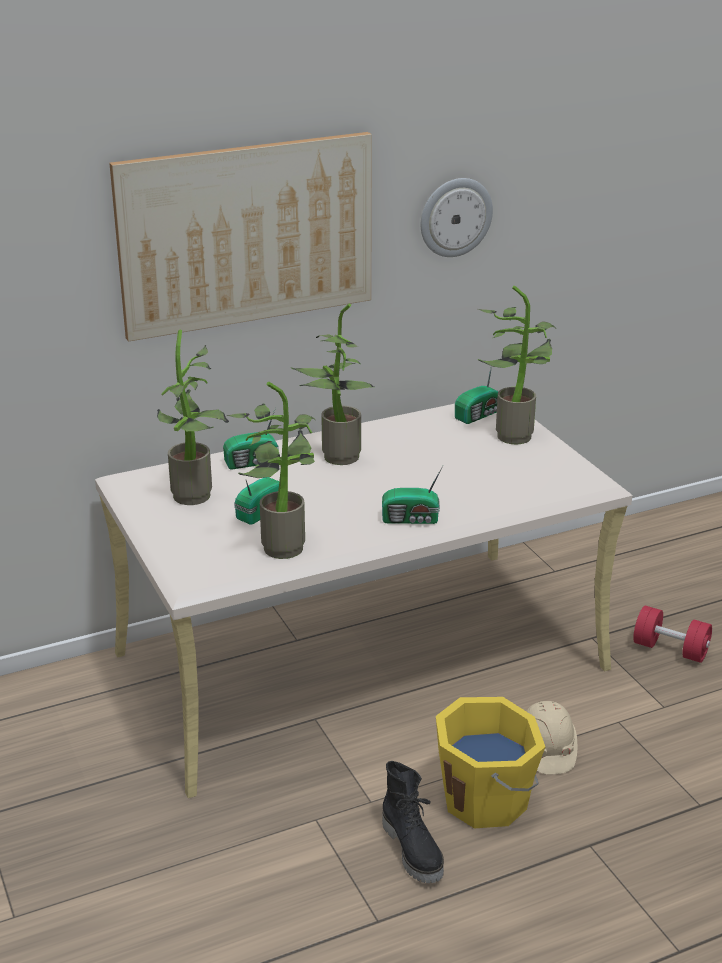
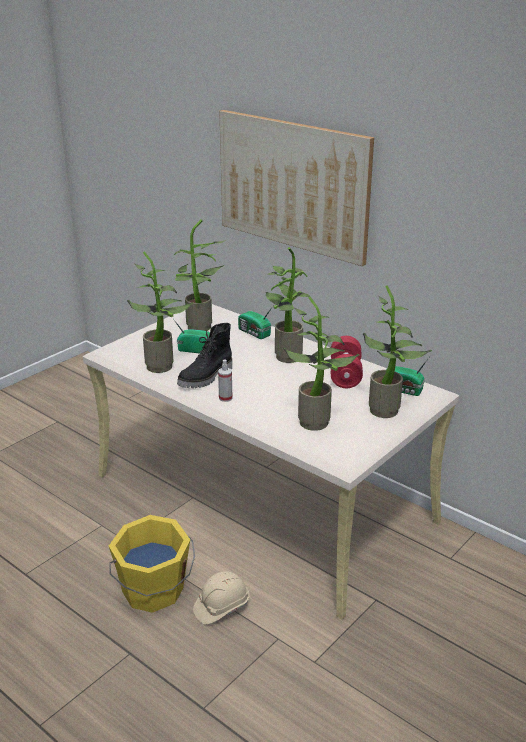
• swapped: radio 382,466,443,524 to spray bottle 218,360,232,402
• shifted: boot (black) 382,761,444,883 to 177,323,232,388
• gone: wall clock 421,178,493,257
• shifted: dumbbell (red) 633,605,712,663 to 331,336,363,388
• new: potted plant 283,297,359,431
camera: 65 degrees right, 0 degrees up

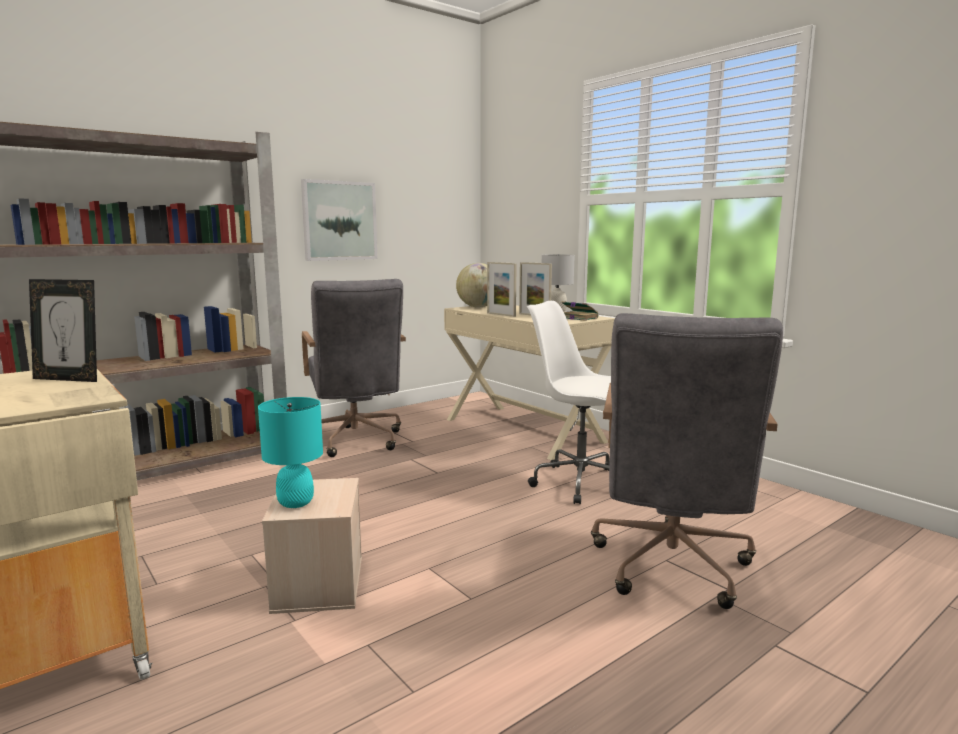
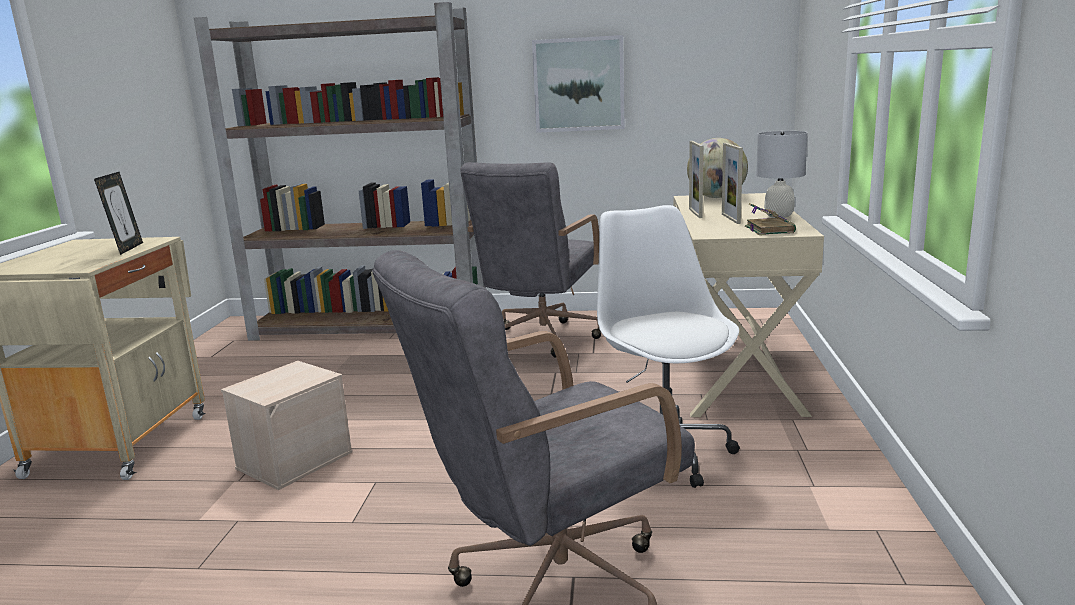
• rotated: picture frame 29,279,97,382 = 94,172,143,255 150 degrees counterclockwise
• gone: table lamp (turquoise) 258,397,323,508
camera: 45 degrees right, 5 degrees up

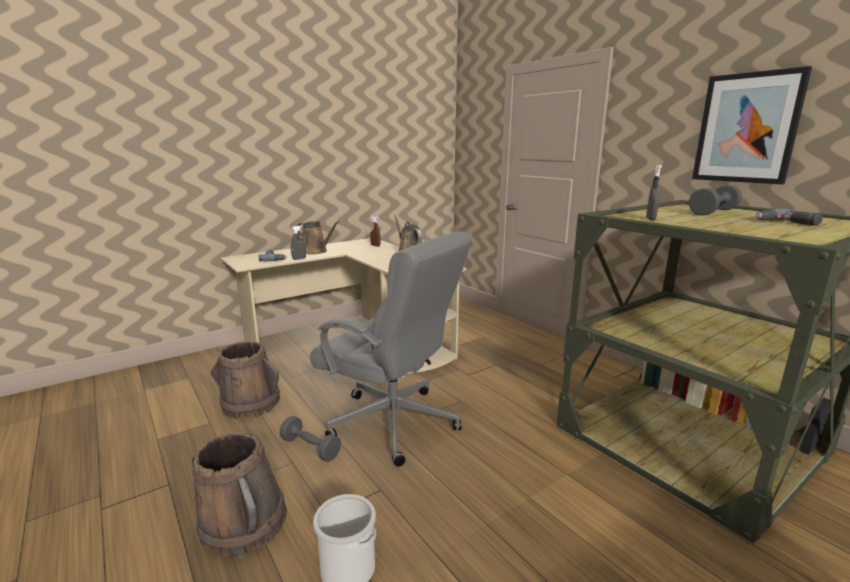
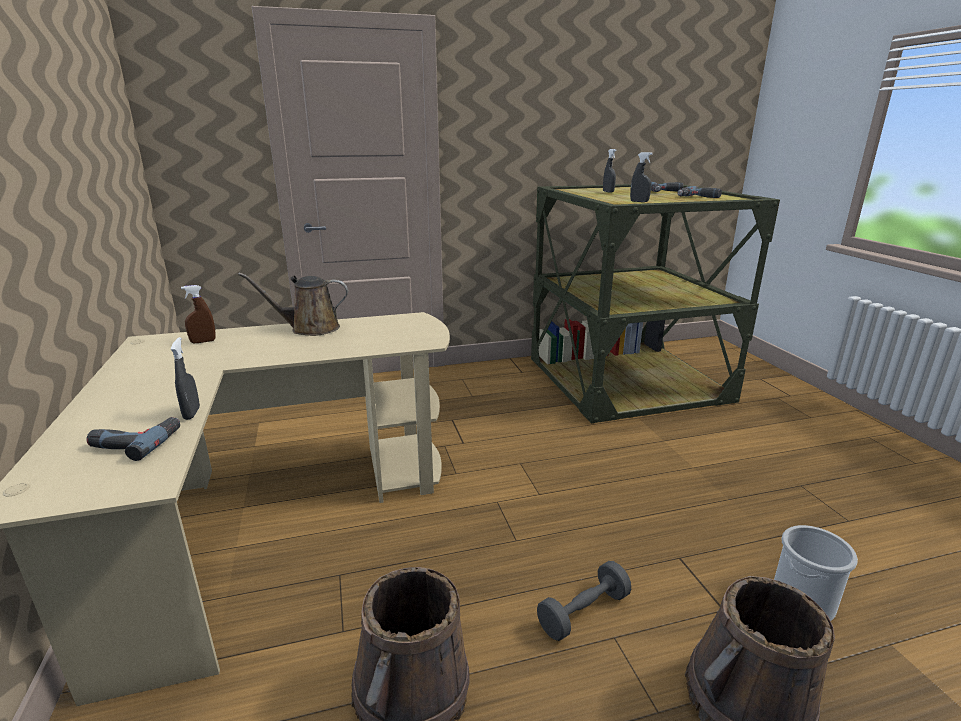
• gone: watering can (brown) 297,221,339,254
• gone: office chair (grey) 310,231,471,466
• swapped: dumbbell (grey) 689,185,742,215 to spray bottle (grey) 603,149,616,193
• gone: picture 692,66,812,184
• new: power drill 677,186,722,198
camera: 70 degrees left, 5 degrees up

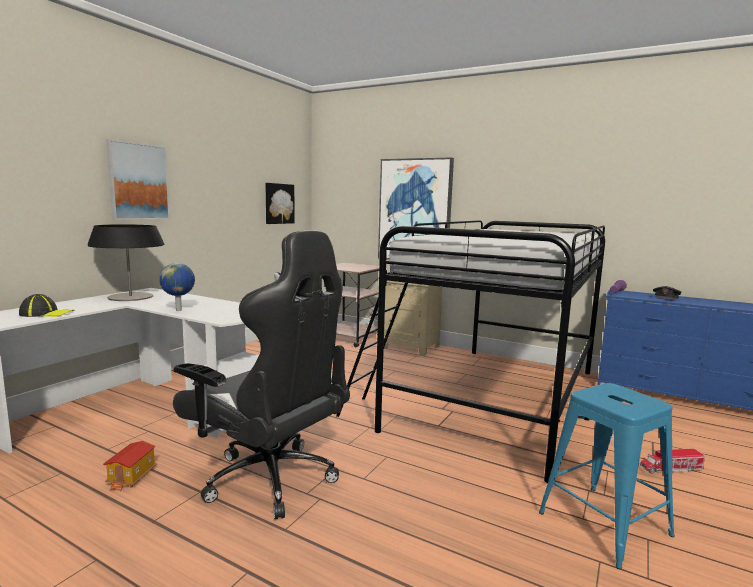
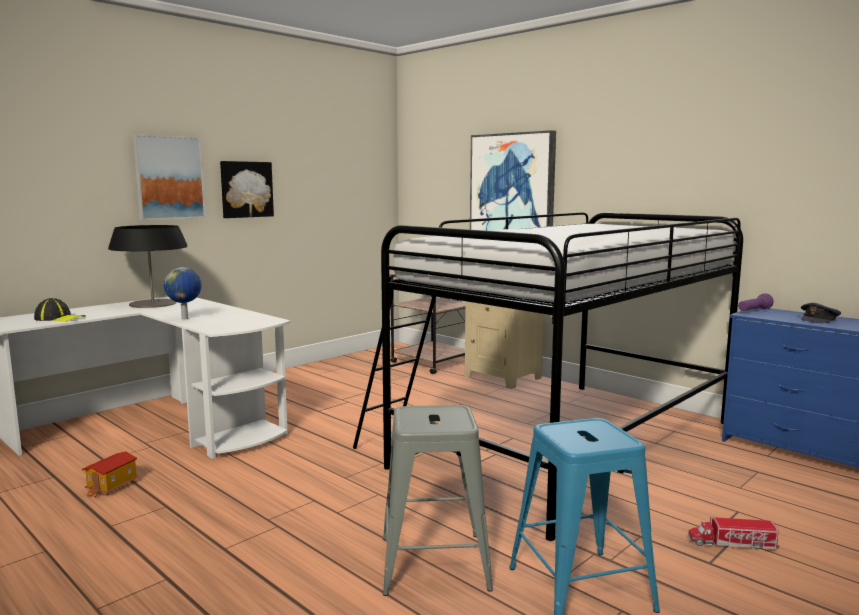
• gone: office chair (black) 173,230,350,520
• shifted: picture 266,183,294,224 to 220,161,274,218
• new: stool (grey) 383,405,493,596
camera: 15 degrees right, 0 degrees up

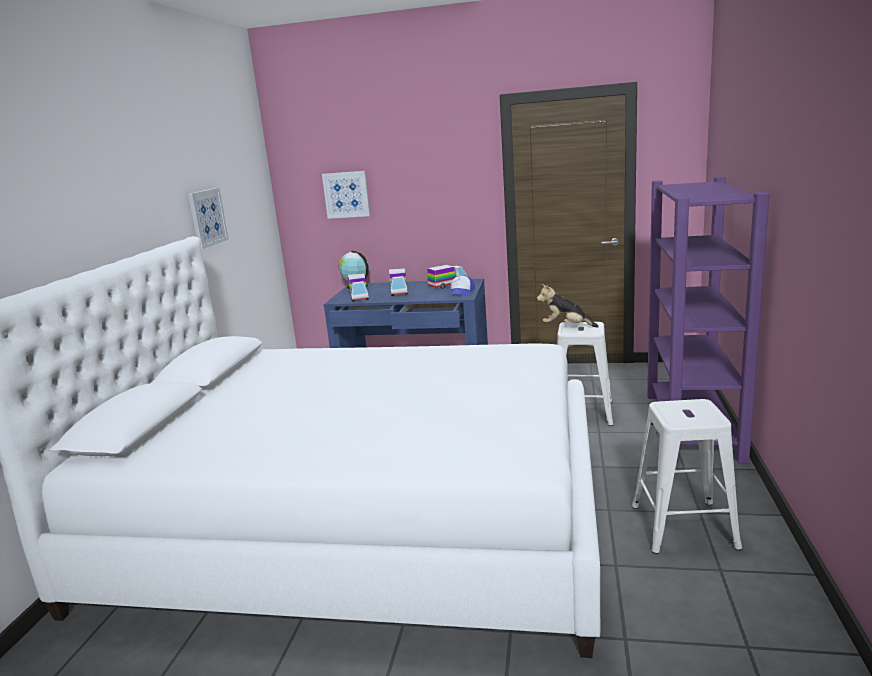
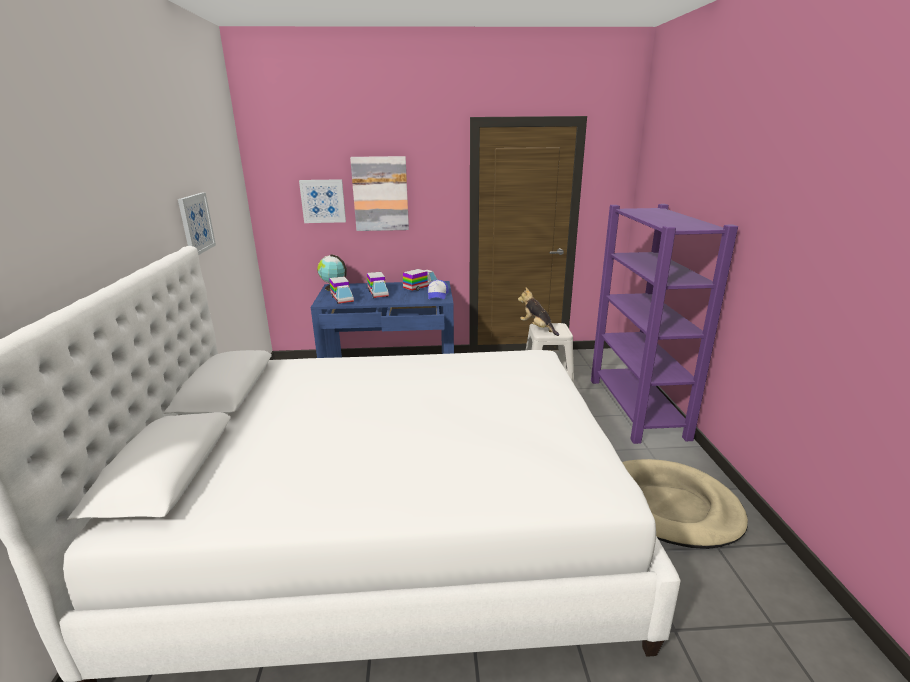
• rotated: plush toy 537,284,599,328 = 518,288,559,336 45 degrees clockwise
• swapped: stool (white) 632,399,742,554 to dog bed (beige) 622,459,748,549
• new: picture 350,156,409,231
camera: 15 degrees left, 5 degrees up

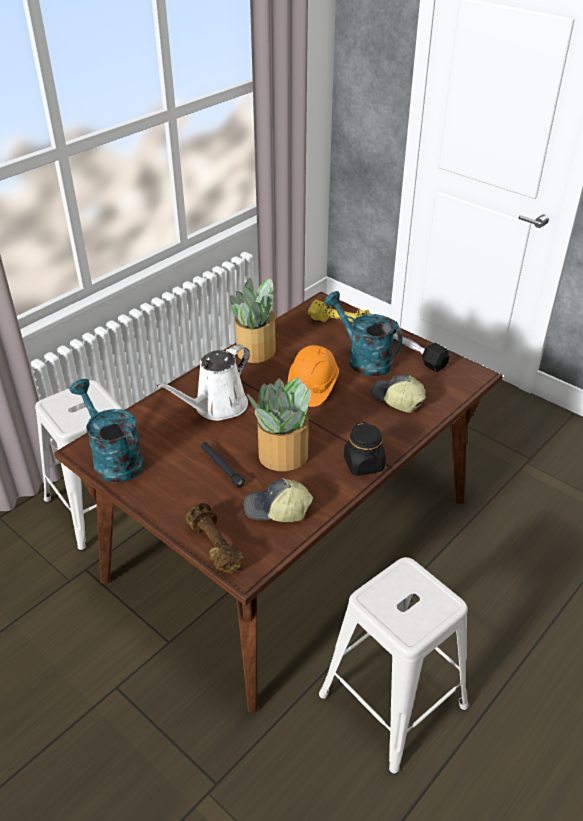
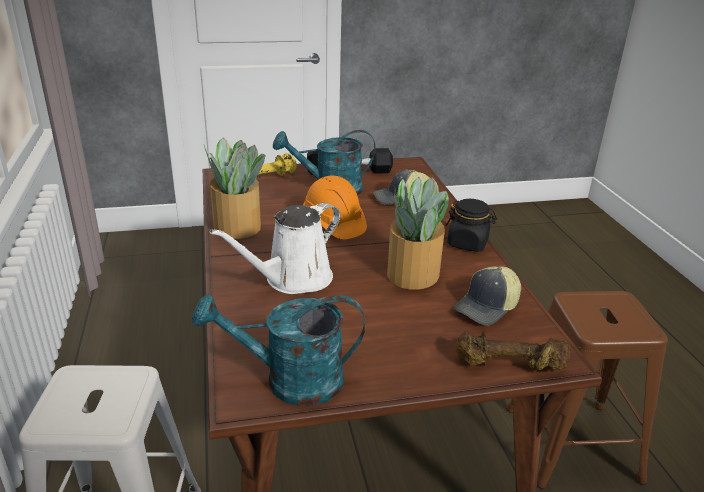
• rotated: watering can (white) 156,345,250,421 = 210,203,341,294 60 degrees clockwise
• gone: flashlight (black) 201,442,245,488
• repainted: stool (white) 318,557,469,774 to stool (brown) 506,291,668,489
camera: 55 degrees left, 10 degrees down

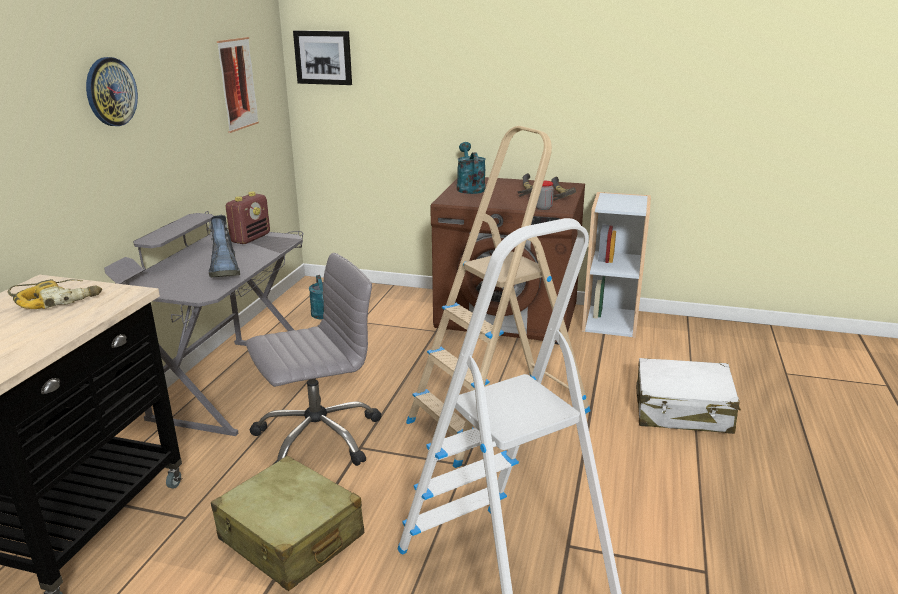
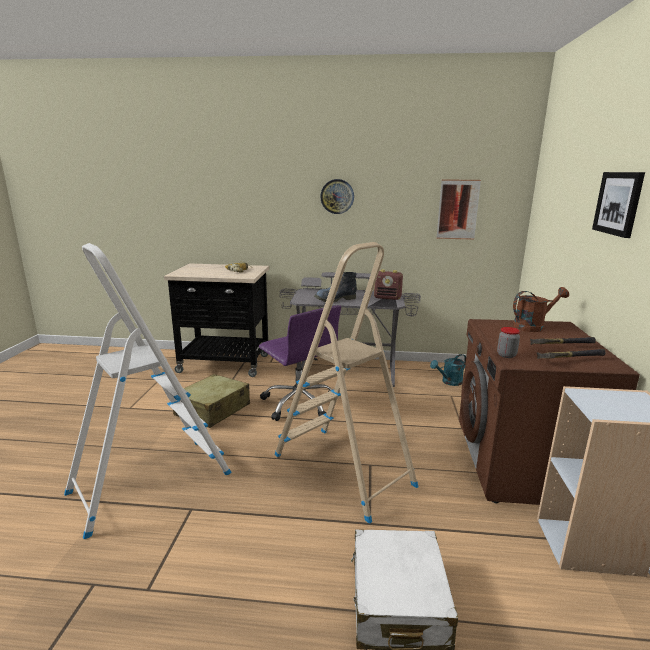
• repainted: office chair (grey) 246,253,382,466 to office chair (purple) 259,305,341,421
• shifted: picture 293,30,352,85 to 592,172,645,238
• repainted: watering can (turquoise) 457,142,486,194 to watering can (brown) 513,287,569,332
camera: 80 degrees right, 5 degrees down

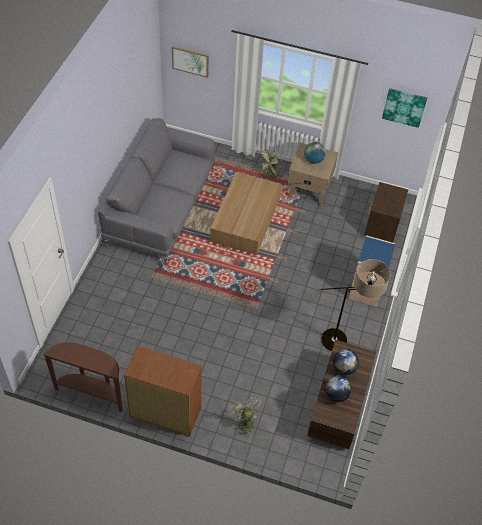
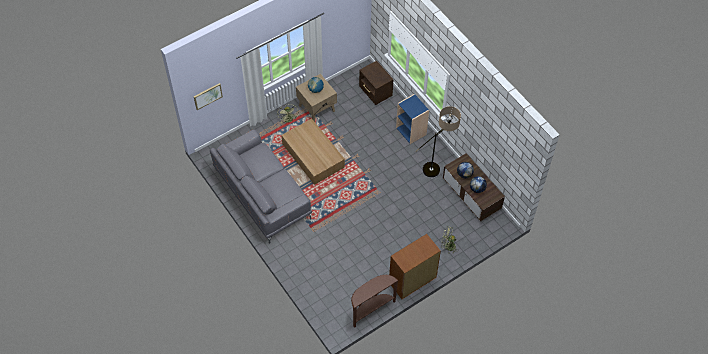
• gone: picture 382,88,427,128
camera: 50 degrees left, 5 degrees up

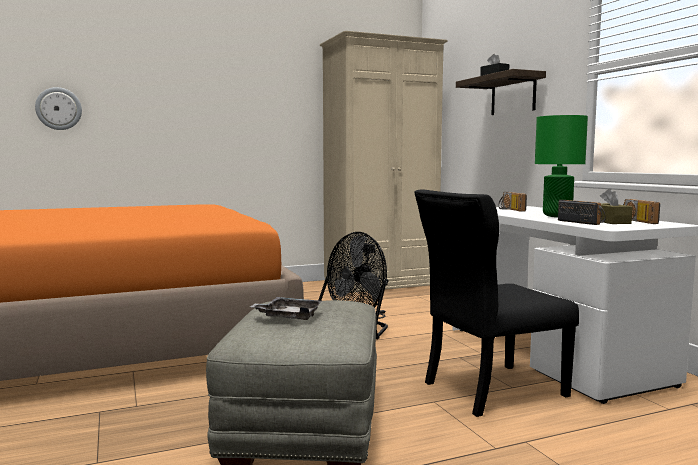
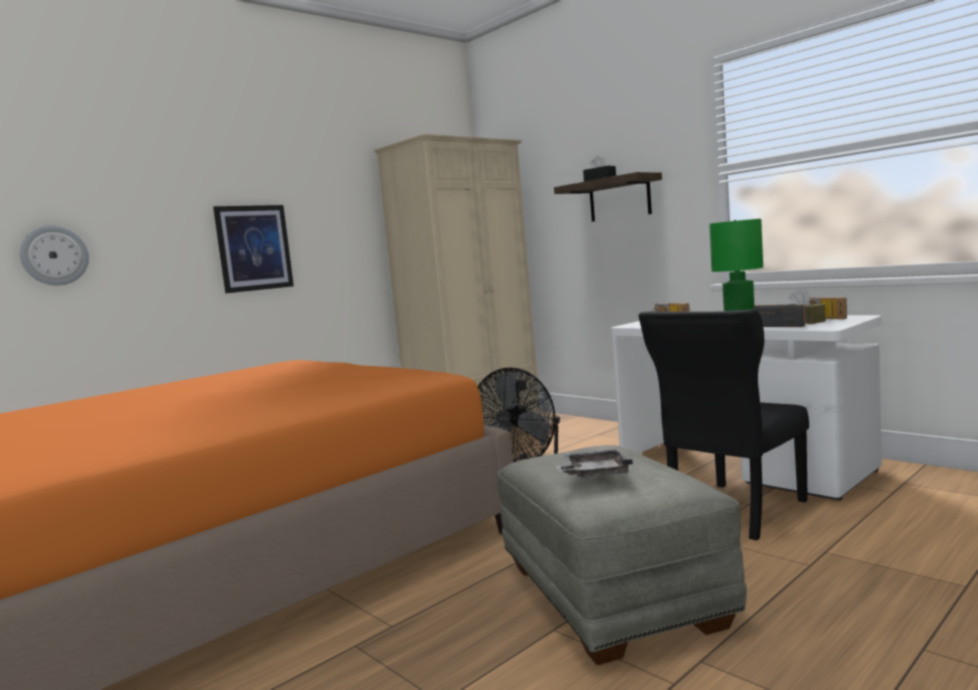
• new: picture 213,205,294,293
camera: 20 degrees left, 0 degrees up

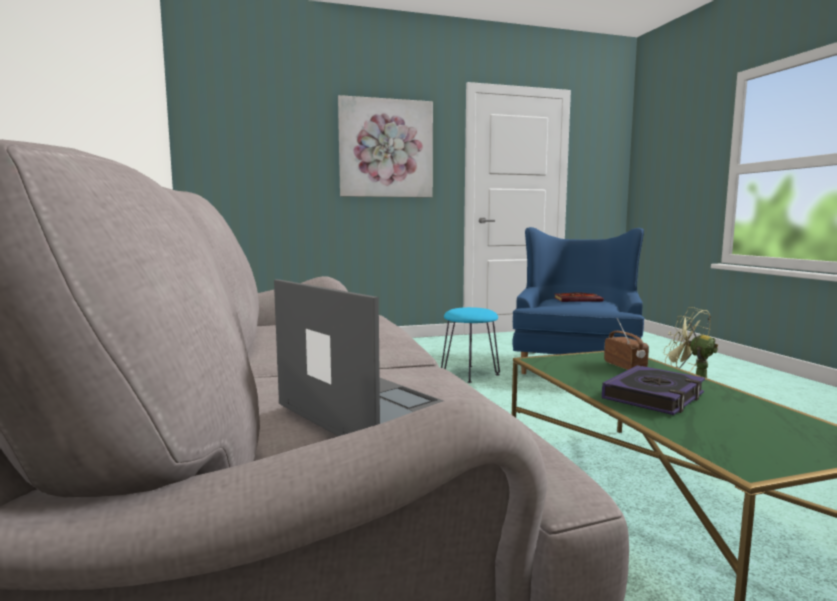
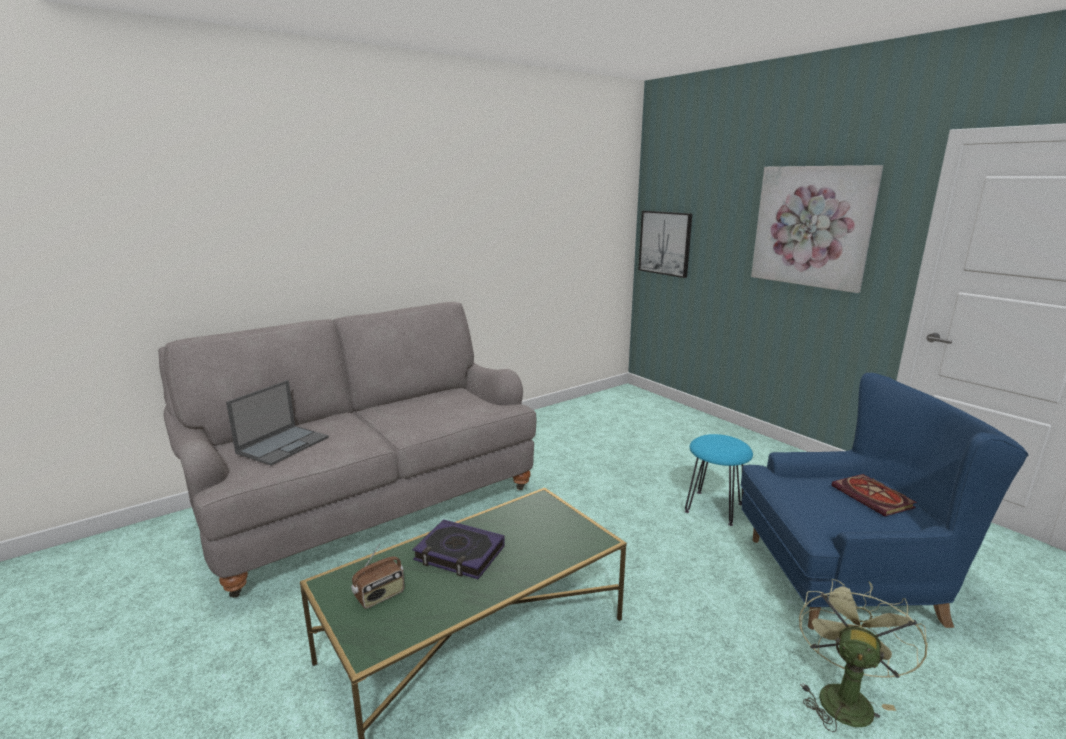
• shifted: radio 604,318,649,370 to 351,544,404,609
• new: picture 638,211,692,278
camera: 70 degrees right, 10 degrees up

